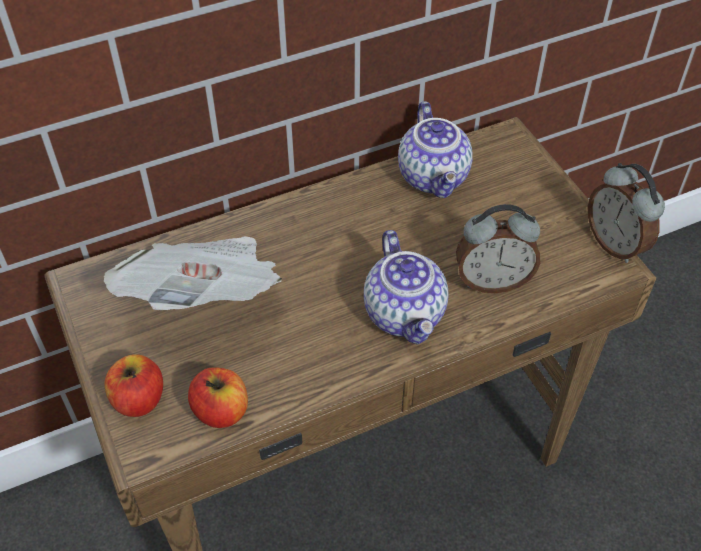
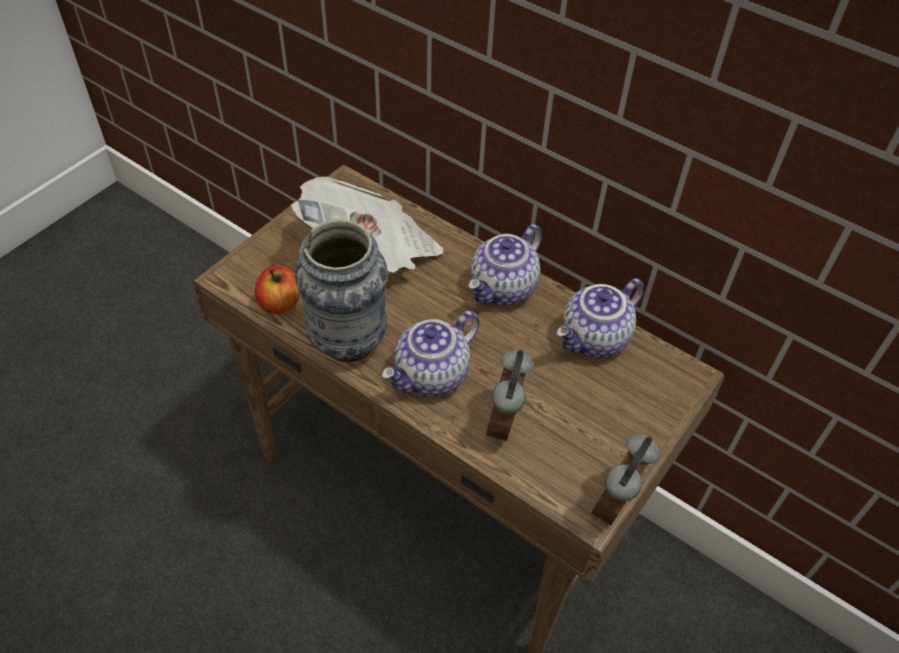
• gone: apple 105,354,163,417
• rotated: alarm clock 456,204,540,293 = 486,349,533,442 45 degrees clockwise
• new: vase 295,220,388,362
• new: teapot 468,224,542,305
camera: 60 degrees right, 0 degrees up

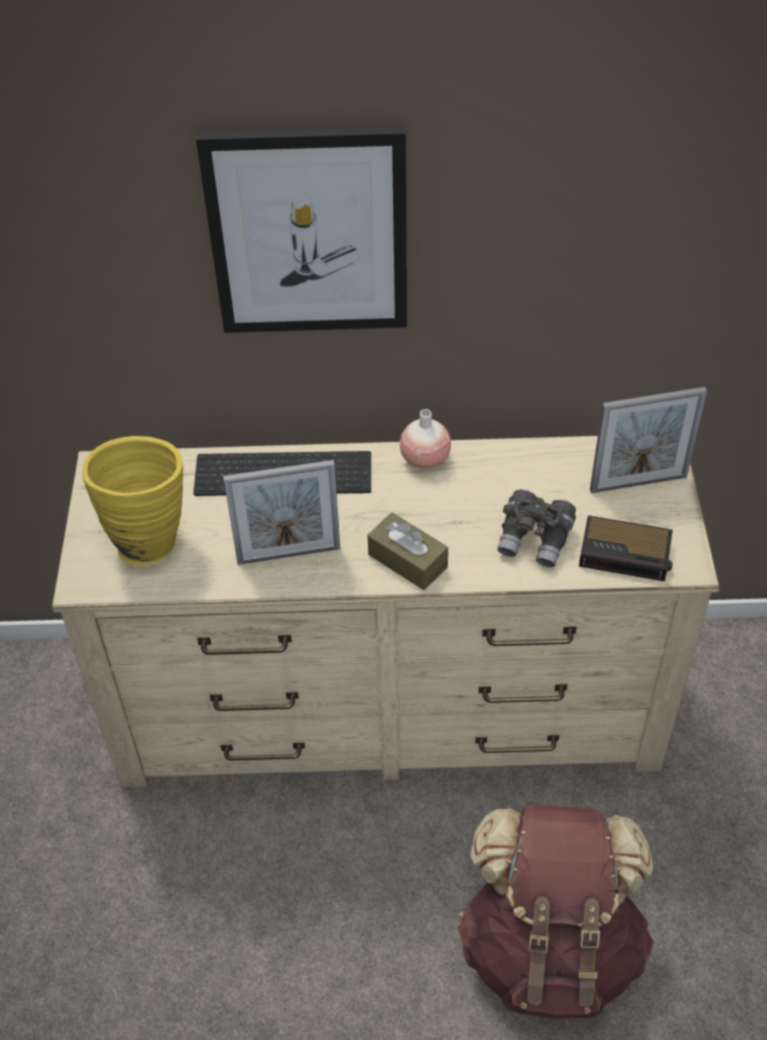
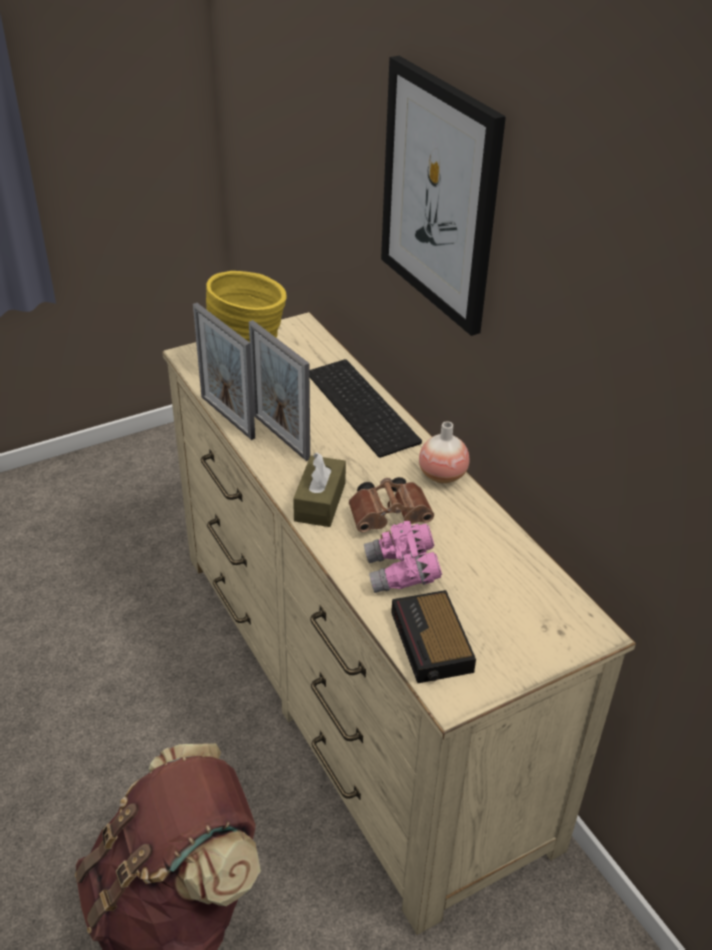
• repainted: binoculars (grey) 497,489,576,567 to binoculars (pink) 364,521,442,593
• shifted: picture frame 590,387,707,493 to 193,303,255,440
• new: binoculars (brown) 349,477,434,532
camera: 60 degrees right, 10 degrees down

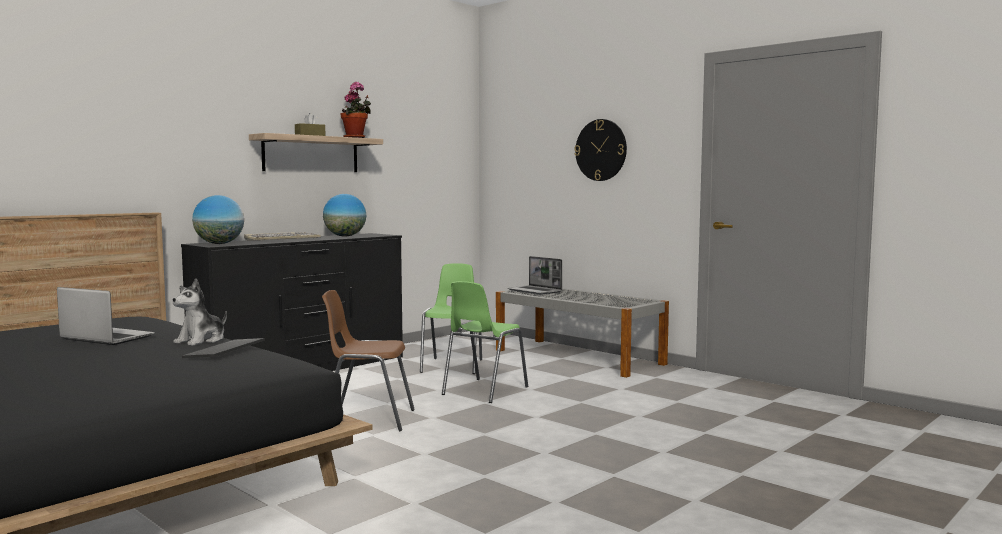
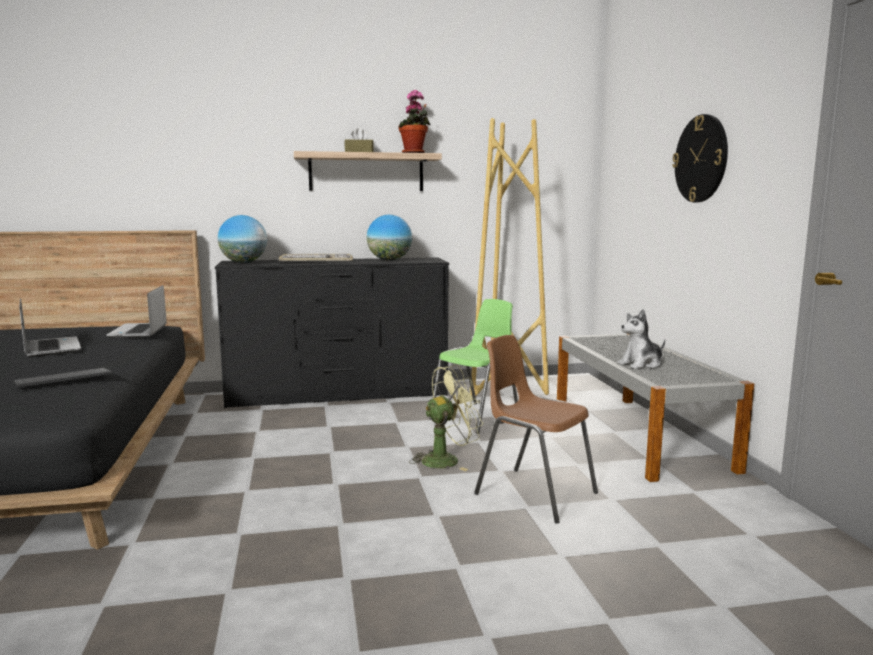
• shifted: plush toy 172,279,227,346 to 618,309,665,369
• shifted: chair (brown) 322,290,415,431 to 474,335,598,524
• swapped: chair (green) 442,281,528,403 to fan (green) 409,364,483,471
• shifted: laptop 508,256,562,295 to 106,285,167,338
• new: clothes rack (yellow) 470,118,549,396
camera: 35 degrees right, 5 degrees up

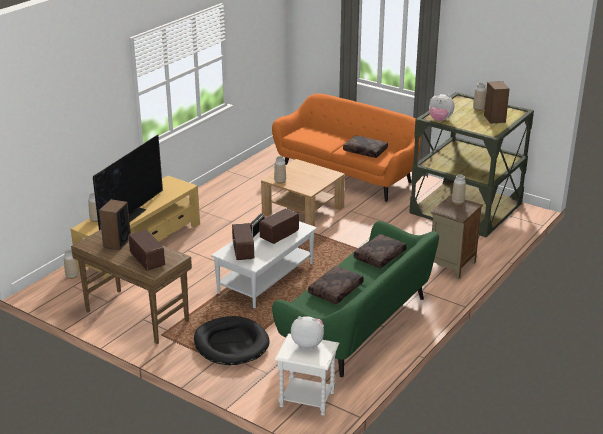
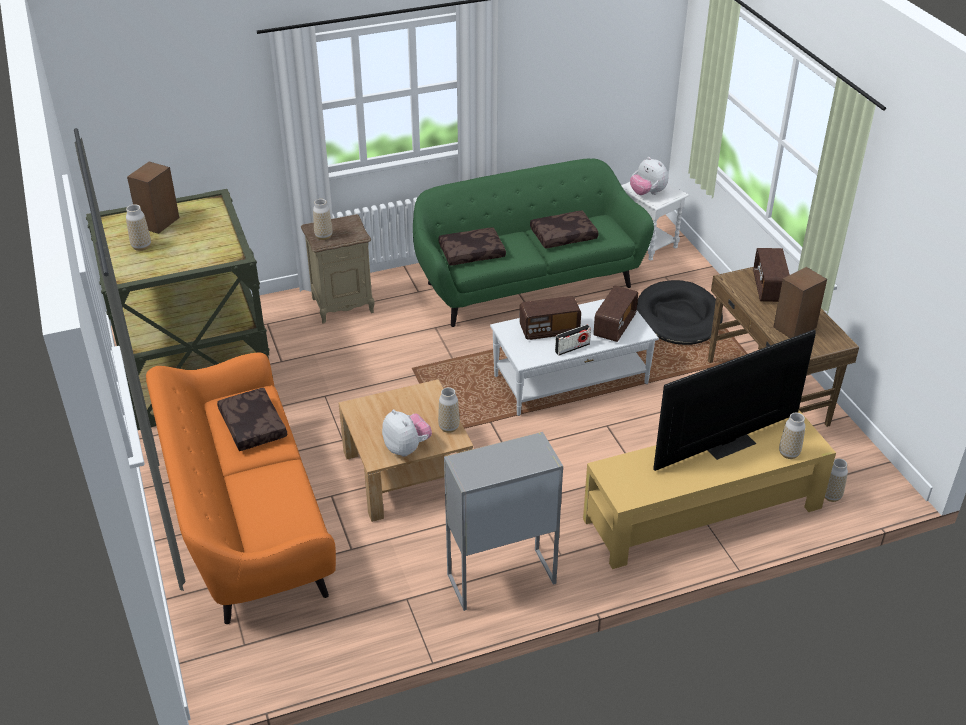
• shifted: plush toy 429,93,454,121 to 382,409,432,457
• new: cabinet (grey) 444,432,563,611
camera: 145 degrees left, 10 degrees up

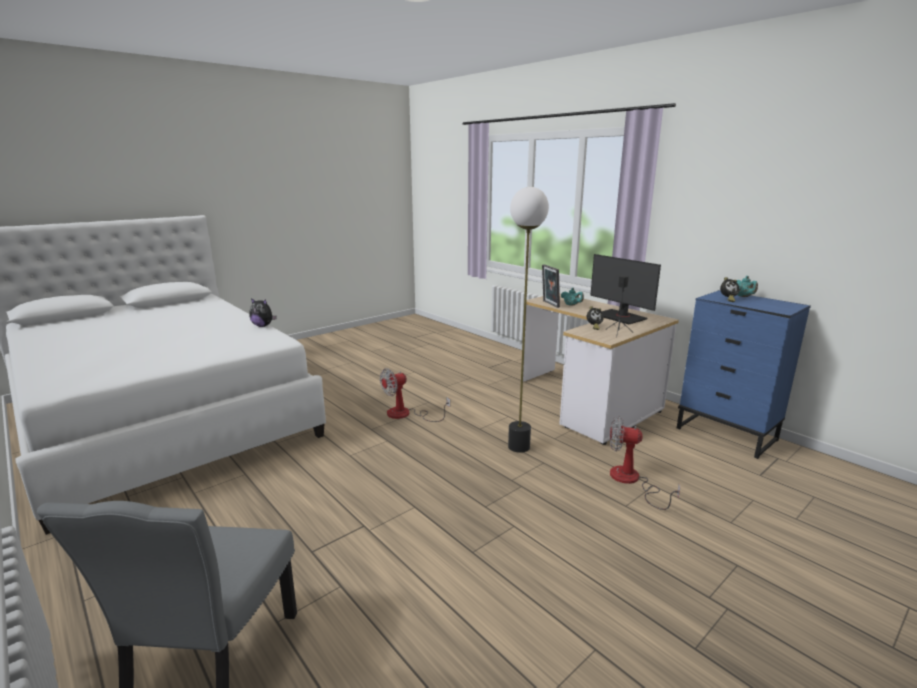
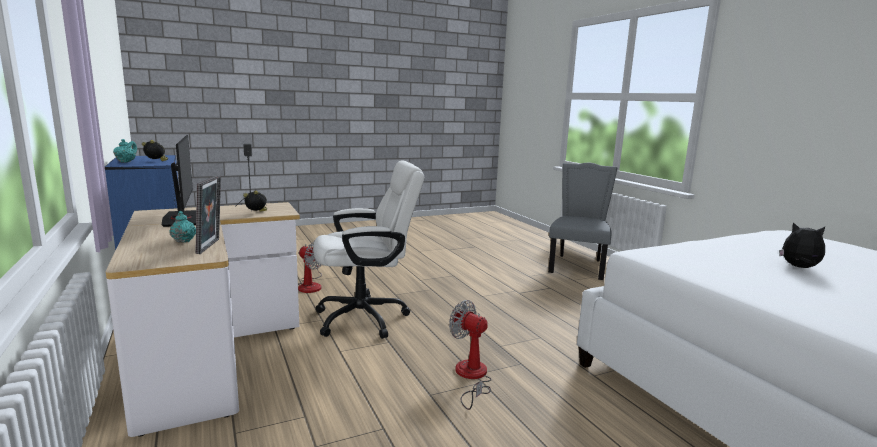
• shifted: plush toy 250,298,277,327 to 779,222,825,268
• rotated: fan 380,368,450,422 = 449,300,492,410 120 degrees counterclockwise
• swapped: floor lamp 508,187,549,453 to office chair (white) 313,160,424,339
camera: 165 degrees left, 5 degrees down

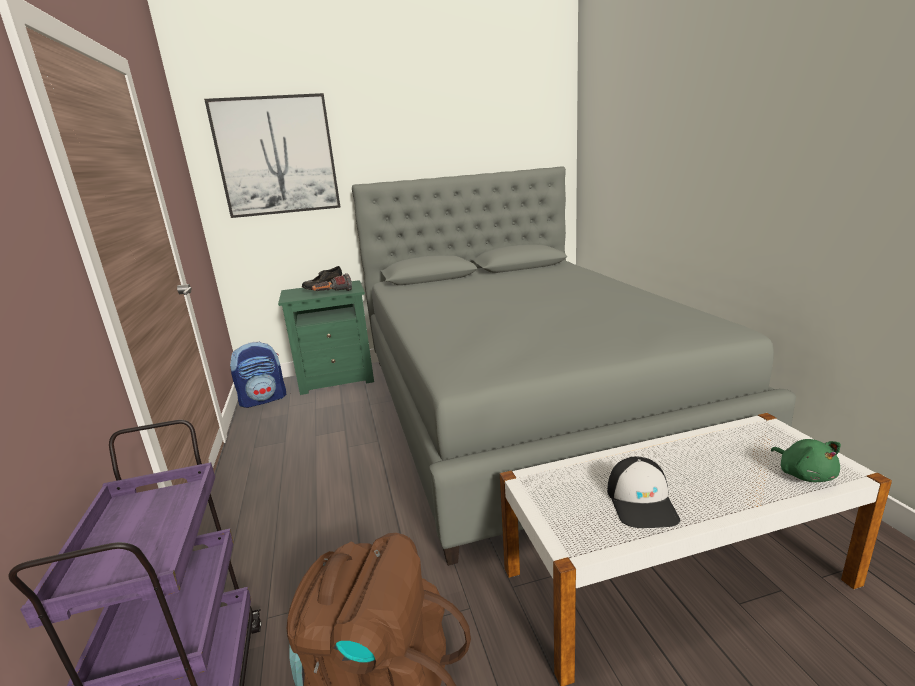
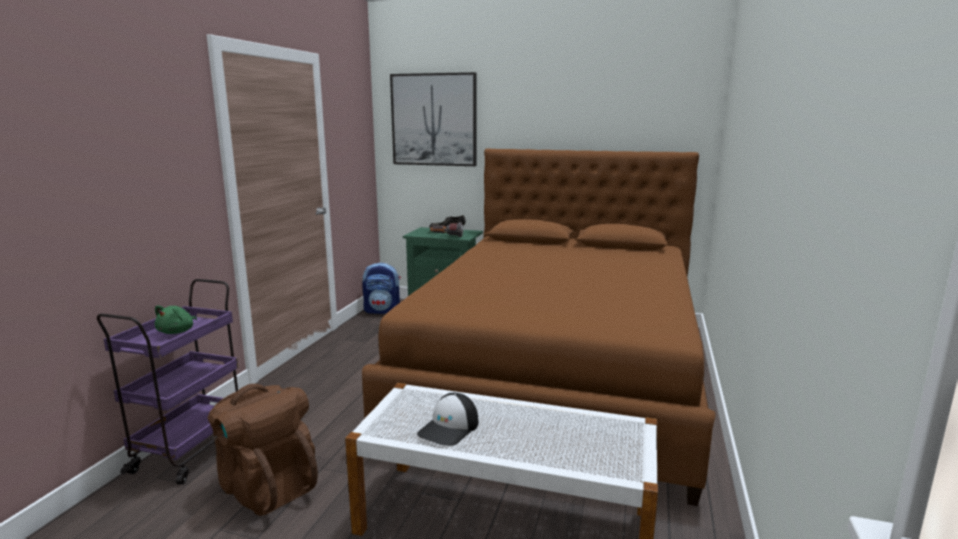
• repainted: bed (grey) 352,166,796,566 to bed (brown) 362,149,716,506
• shifted: plush toy (green) 771,439,841,482 to 155,305,197,334
camera: 30 degrees right, 5 degrees down

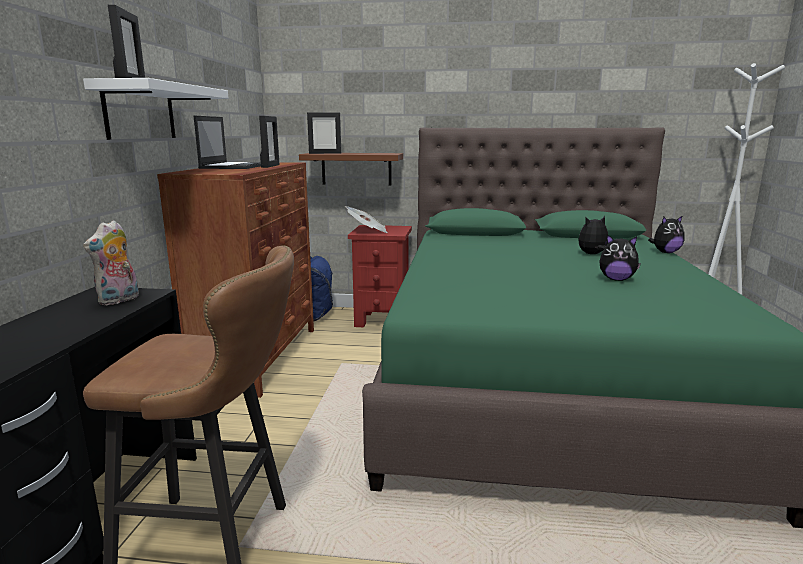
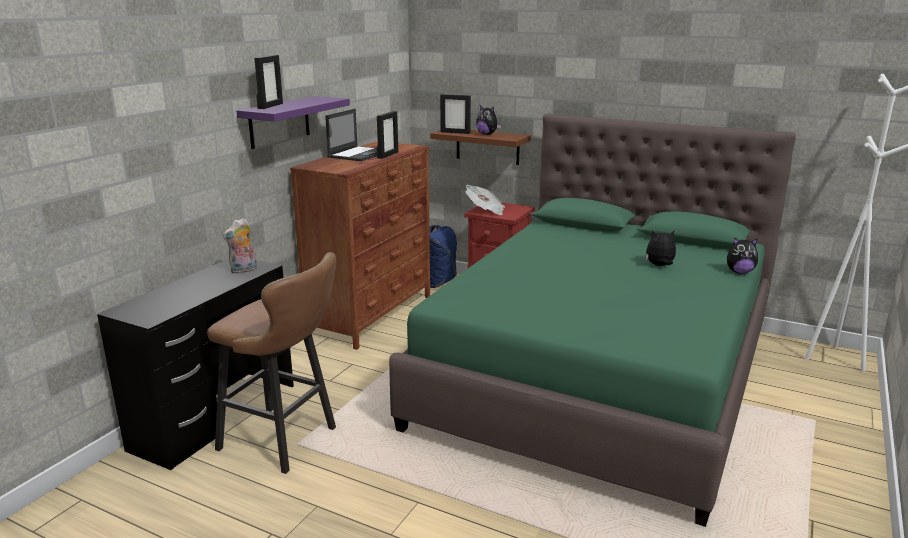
• repainted: shelf (white) 83,78,229,140 to shelf (purple) 236,96,350,149
• shifted: plush toy 599,234,641,281 to 476,105,501,135
camera: 20 degrees right, 5 degrees up

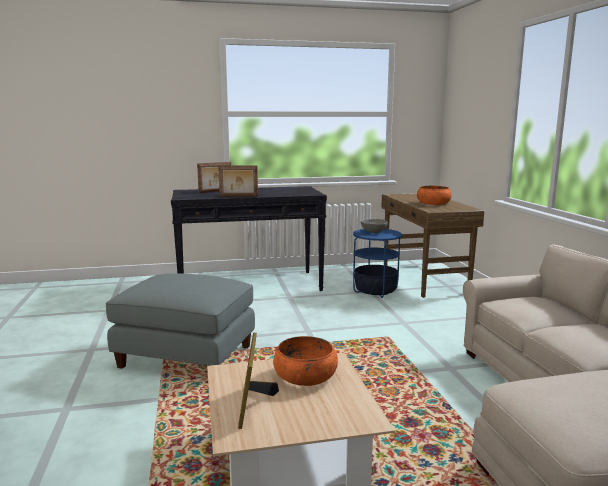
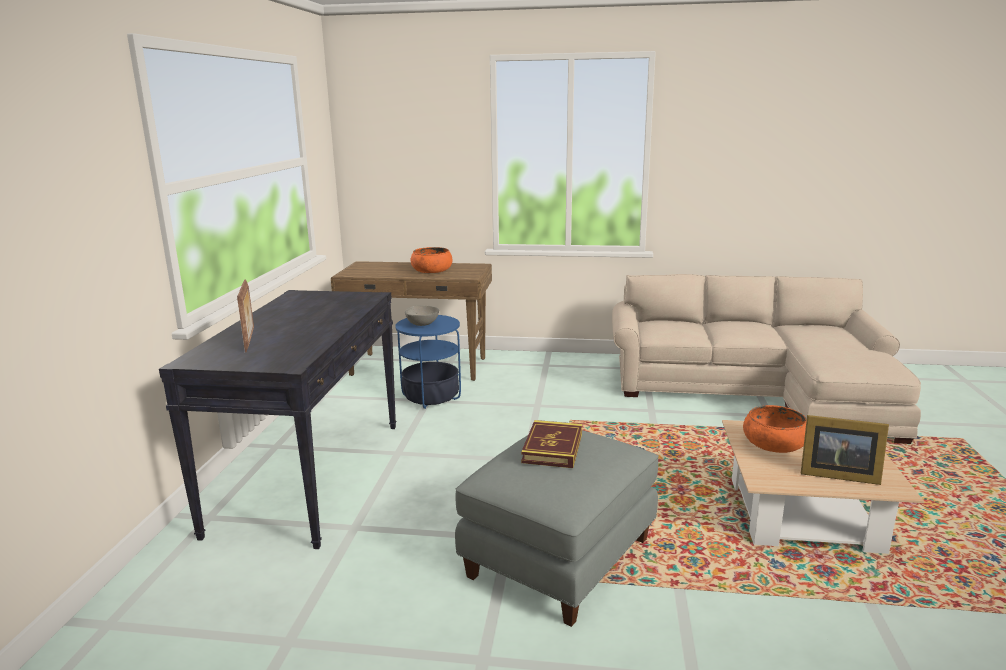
• gone: picture frame 218,166,258,197
• new: book 521,420,582,468
camera: 70 degrees left, 5 degrees up

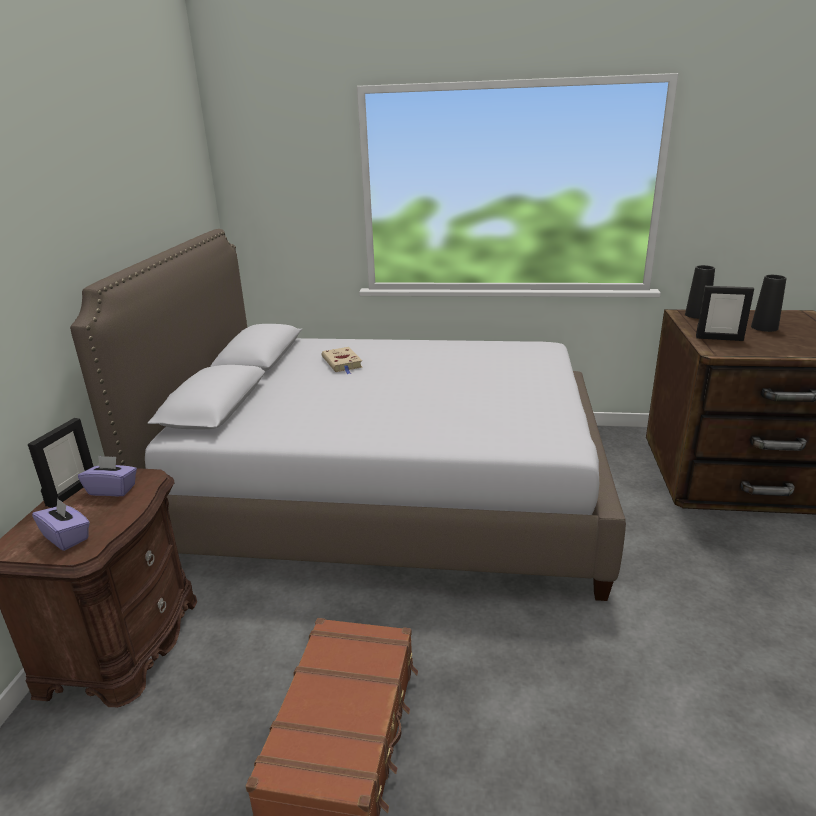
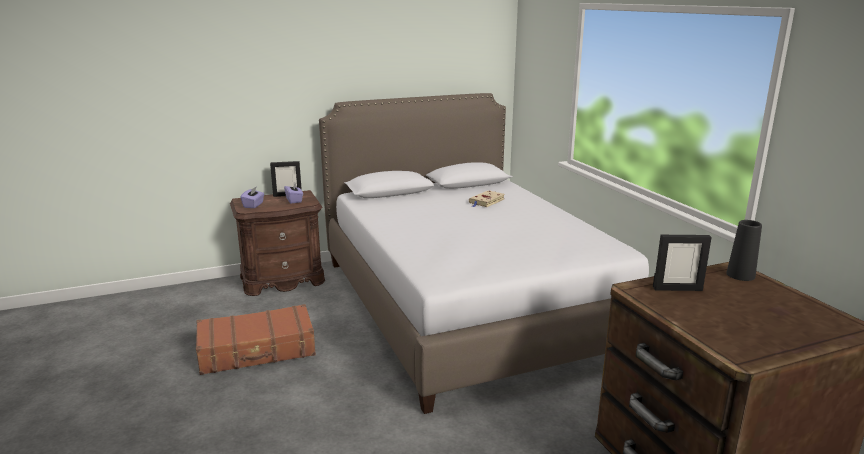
• rotated: picture frame 696,286,754,341 = 653,235,712,291 75 degrees counterclockwise
• gone: vase (black) 751,275,787,332
camera: 60 degrees right, 5 degrees down

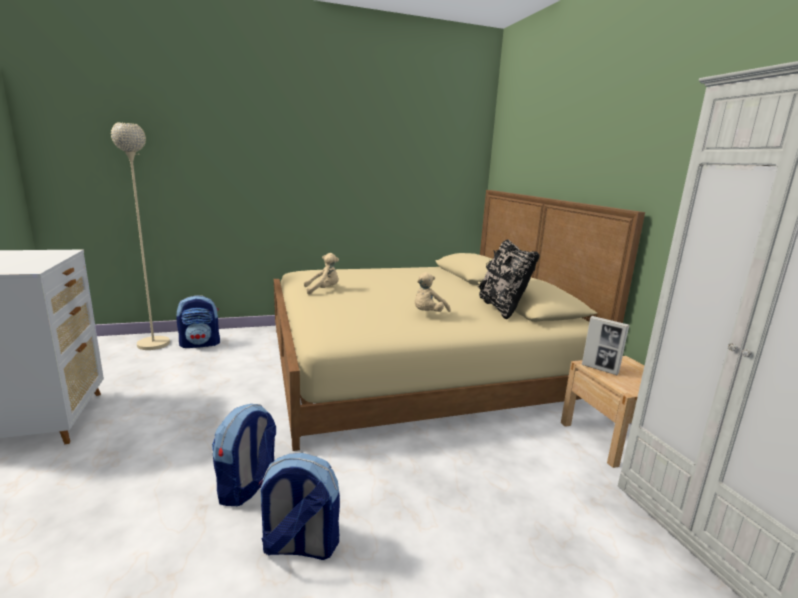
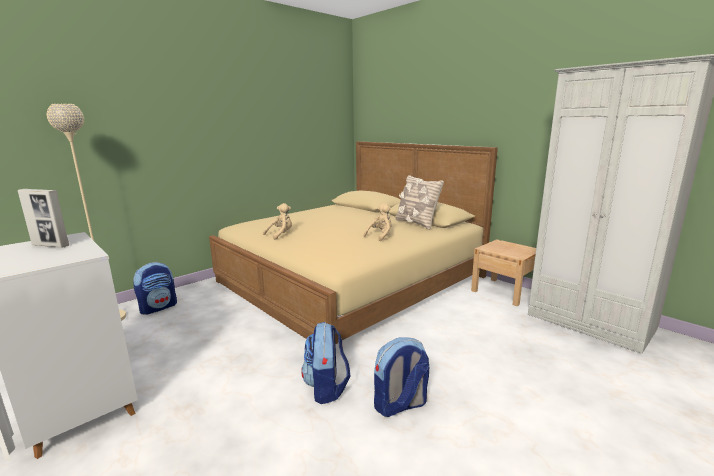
• rotated: plush toy (beige) 415,272,451,312 = 363,203,392,241 150 degrees counterclockwise
• repainted: pillow (black) 477,239,539,319 to pillow (beige) 395,175,444,230
• shifted: picture frame 582,316,629,375 to 18,189,69,248
camera: 25 degrees left, 0 degrees up

